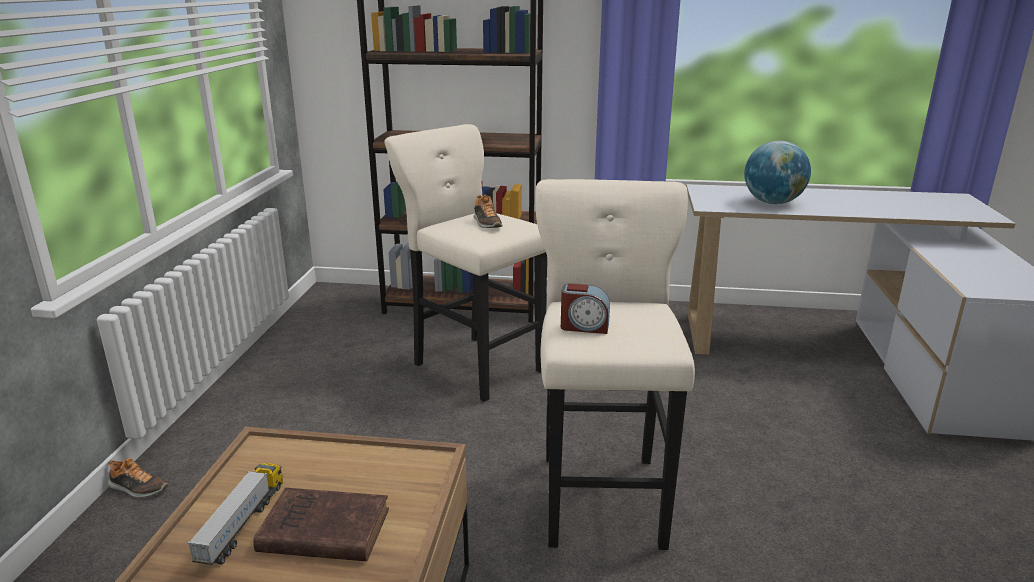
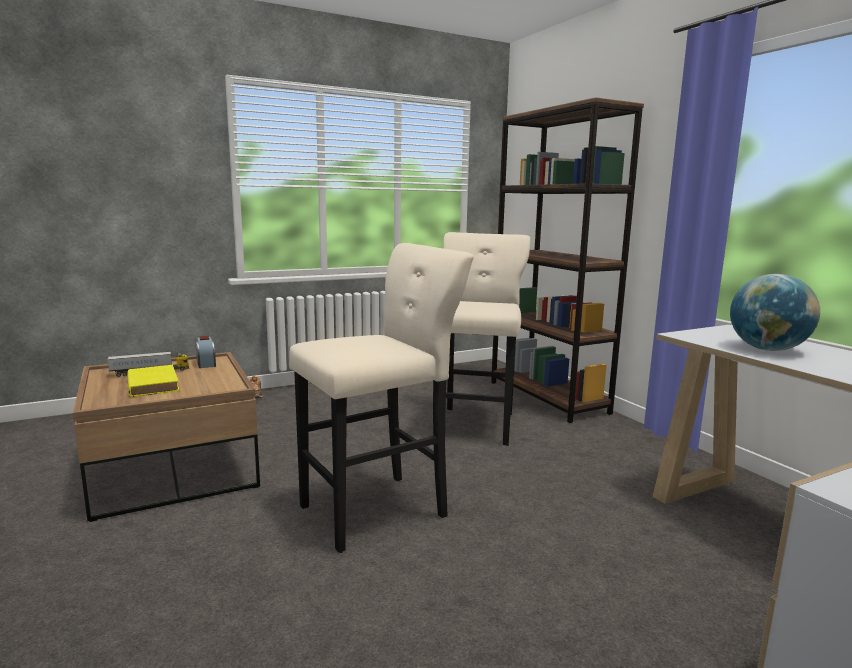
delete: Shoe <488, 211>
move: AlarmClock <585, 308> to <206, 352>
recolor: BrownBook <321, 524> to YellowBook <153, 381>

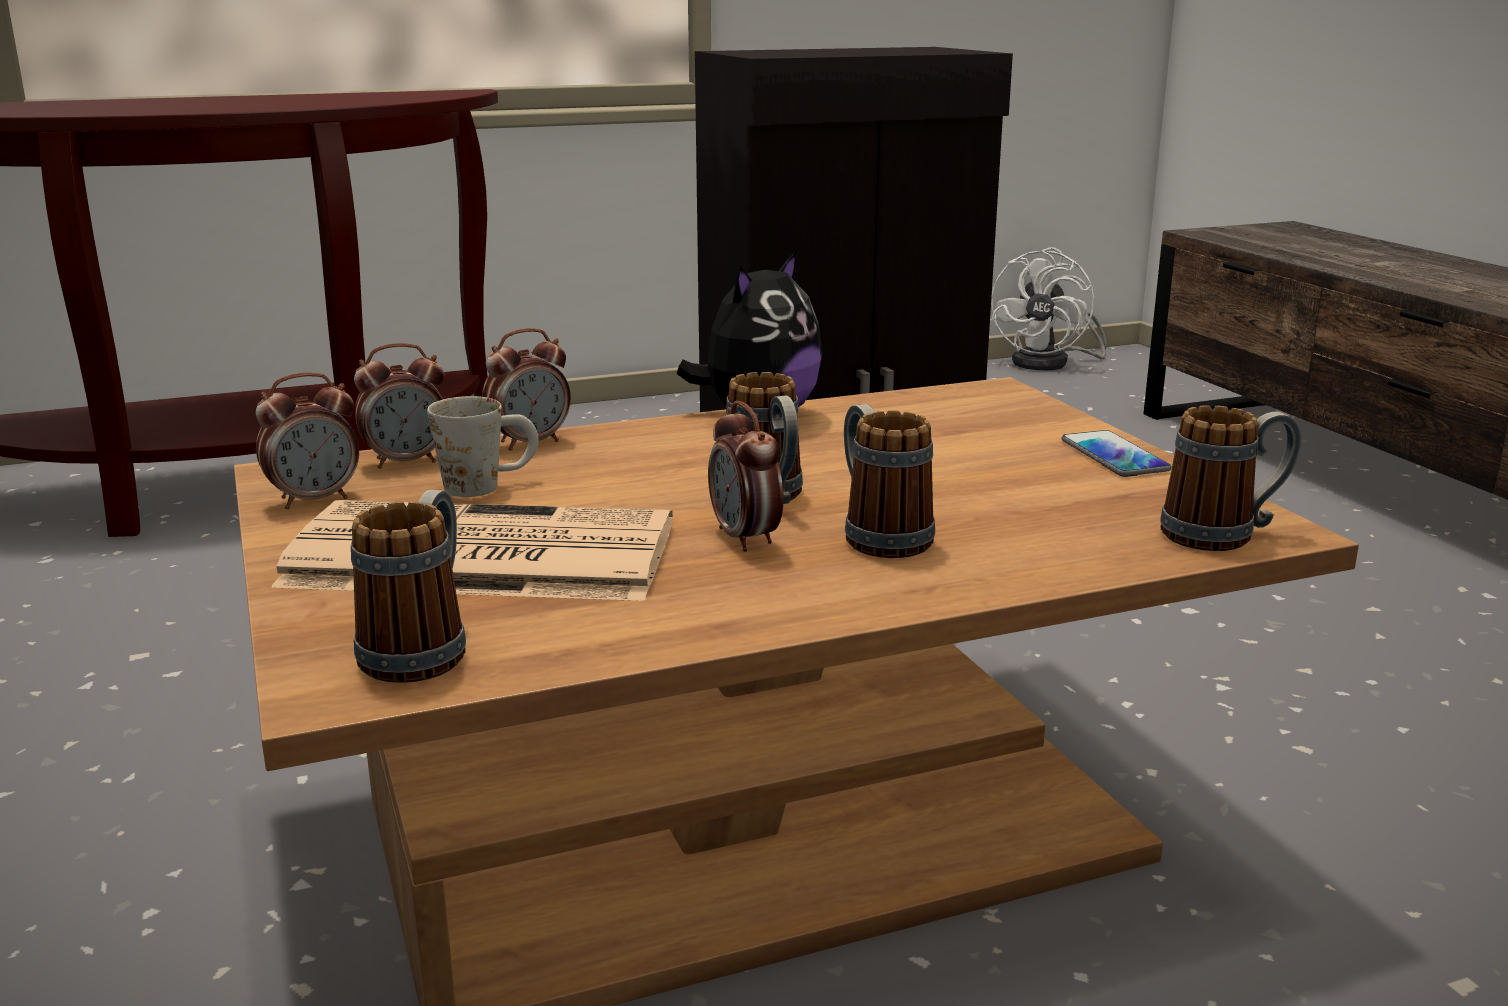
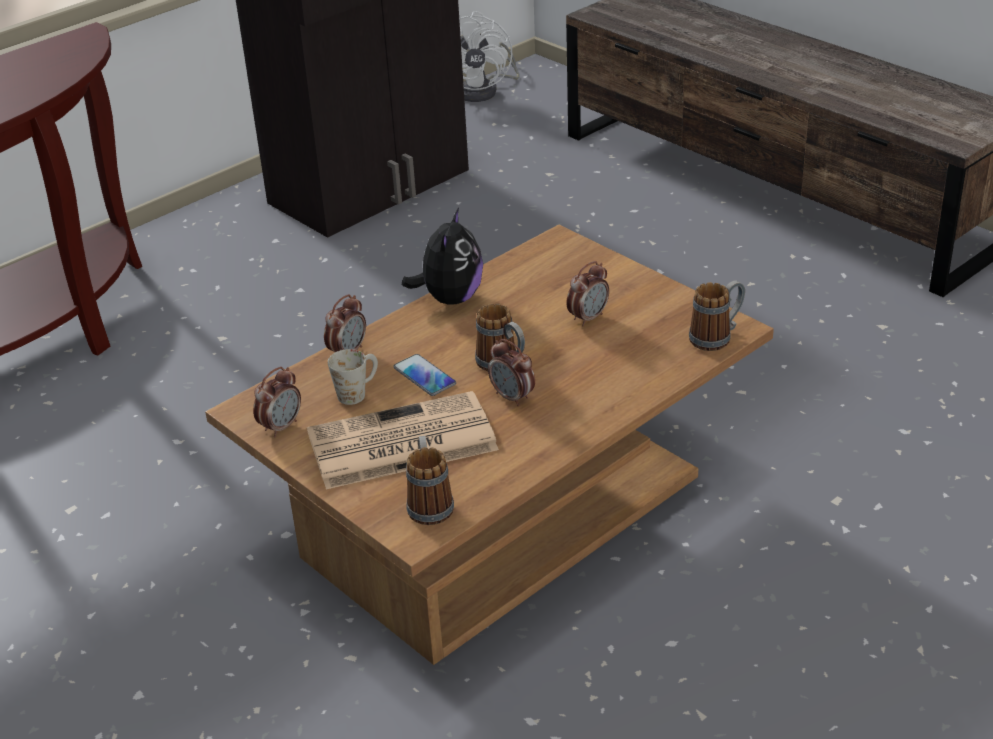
delete: Mug <889, 481>
move: AlarmClock <399, 406> to <587, 293>; Phone <1117, 453> to <424, 375>

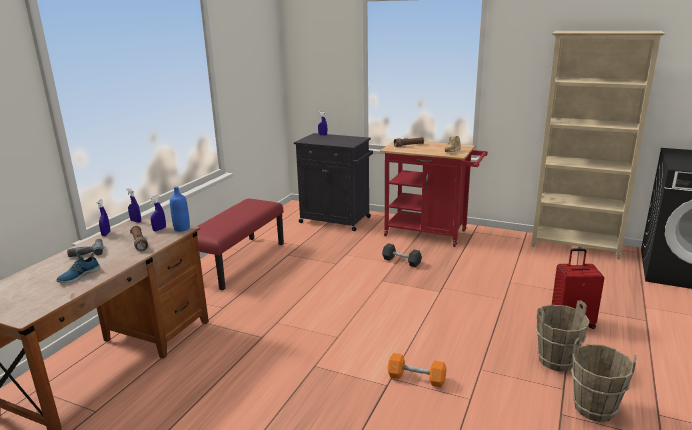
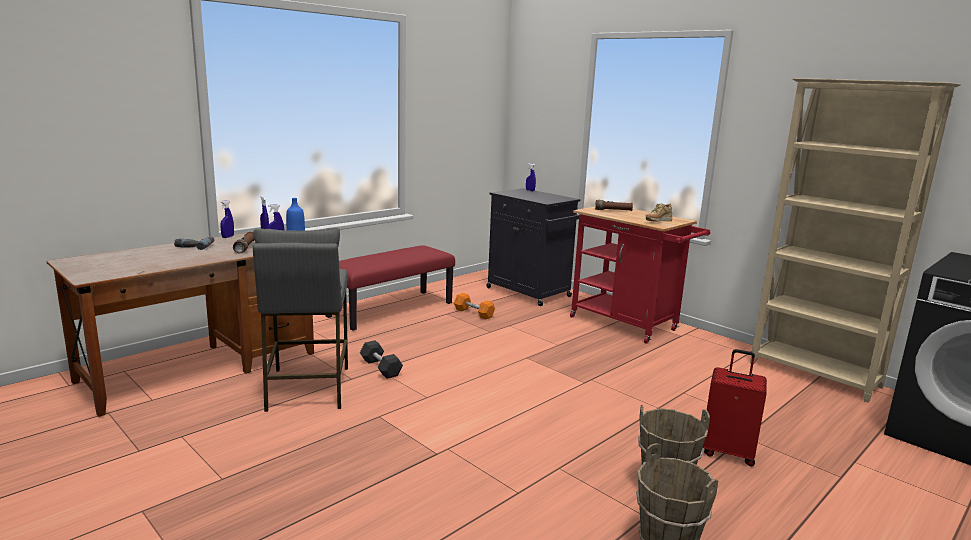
delete: Shoe <78, 268>
insert: GreyStool <300, 320>
move: BlackDumbbell <402, 255> to <381, 359>; OrangeDumbbell <416, 370> to <474, 306>

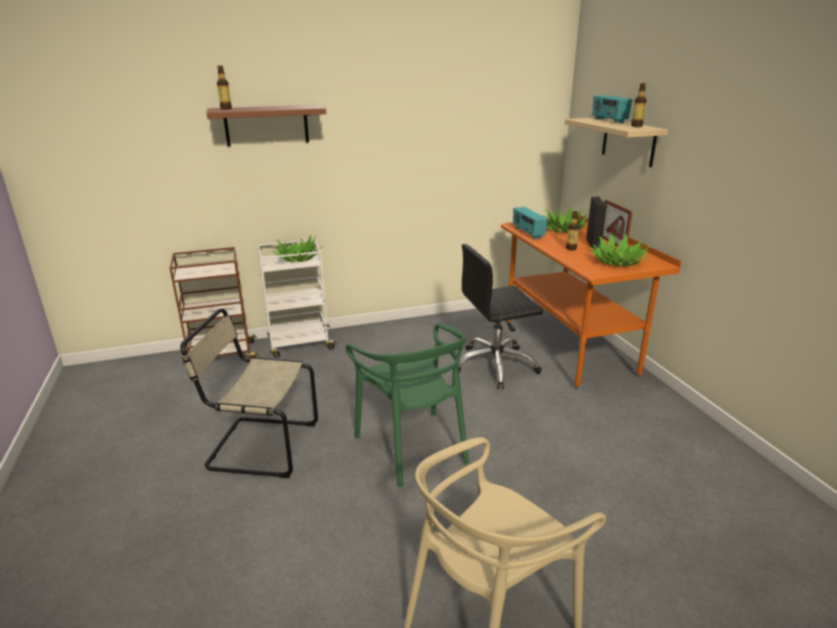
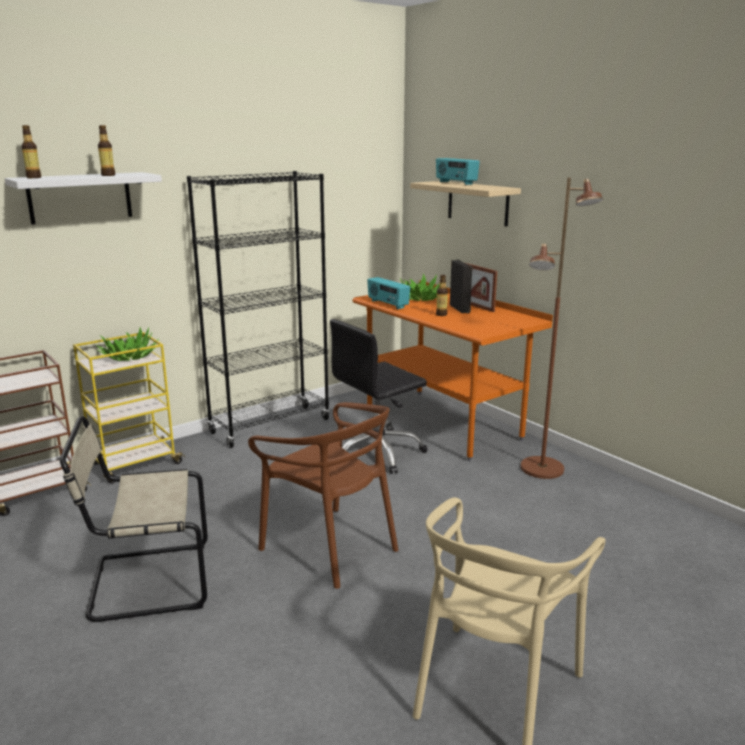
delete: PottedPlant <620, 250>
insert: BlackBookcase <258, 309>; BrownFloorLamp <562, 328>
move: Bottle <638, 105> to <106, 150>
recolor: BrownShelf <266, 126> to WhiteShelf <83, 198>; WhiteCart <297, 298> to YellowCart <129, 408>; GreenChair <407, 405> to BrownChair <323, 495>

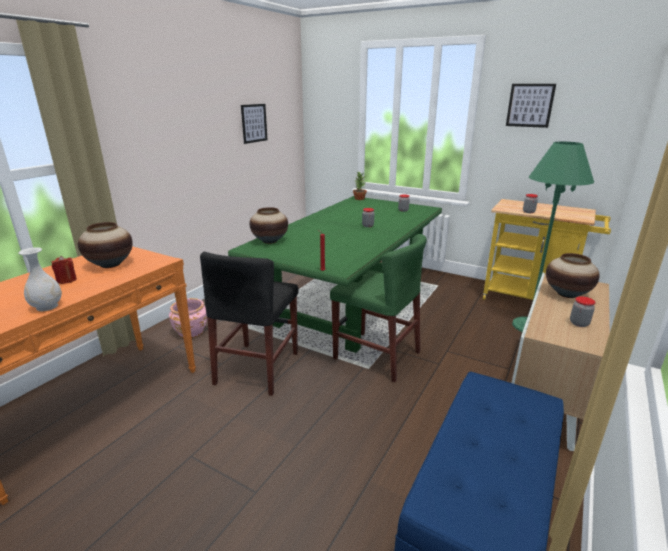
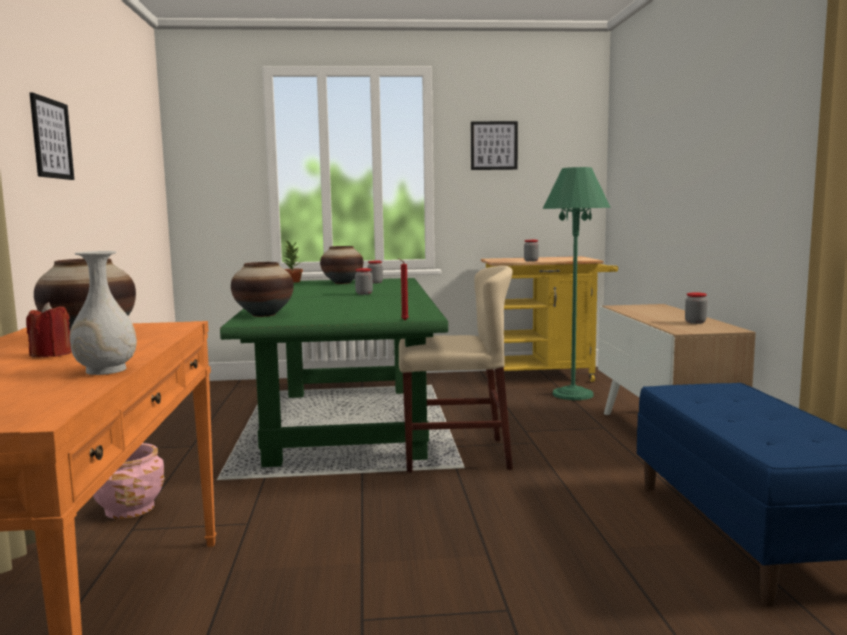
delete: BlackChair <249, 324>
move: Picture <254, 124> to <52, 136>; Vase <573, 275> to <341, 265>
recolor: GreenChair <378, 308> to BeigeChair <456, 369>

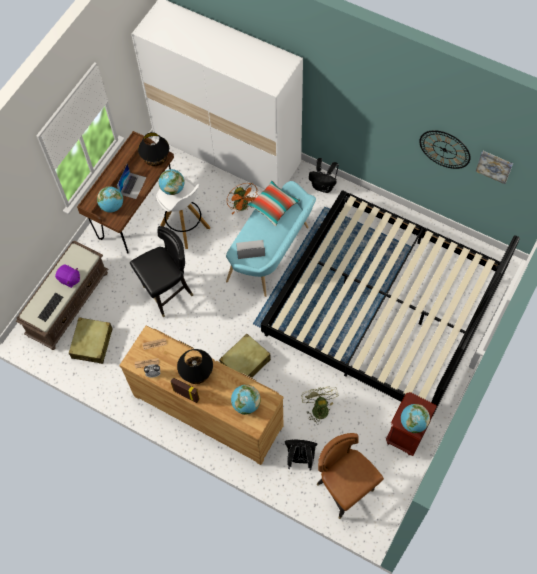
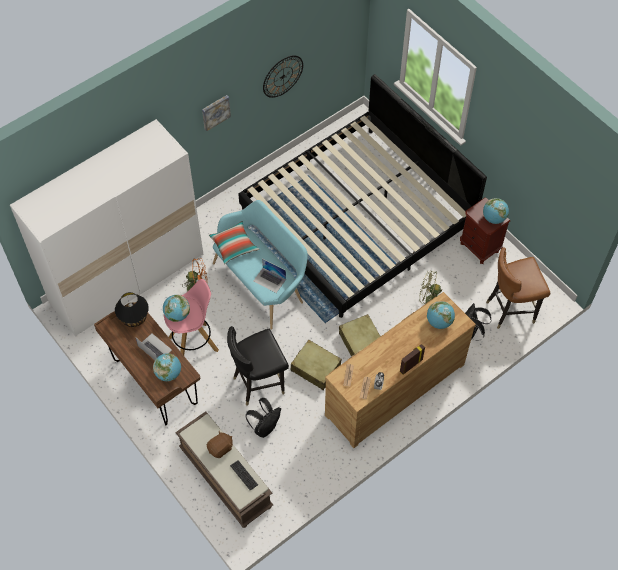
delete: BlackTableLamp <195, 366>
move: Picture <494, 167> to <216, 113>; BlackBackpack <324, 175> to <263, 418>; BeigeSuitcase <91, 341> to <316, 365>
recolor: WhiteStool <183, 213> to PinkStool <191, 317>; PurplePlushToy <67, 276> to BrownPlushToy <220, 444>
rotate: BlackChair <161, 272> = <258, 365> 105 degrees counterclockwise; Laptop <250, 249> = <270, 276> 75 degrees counterclockwise

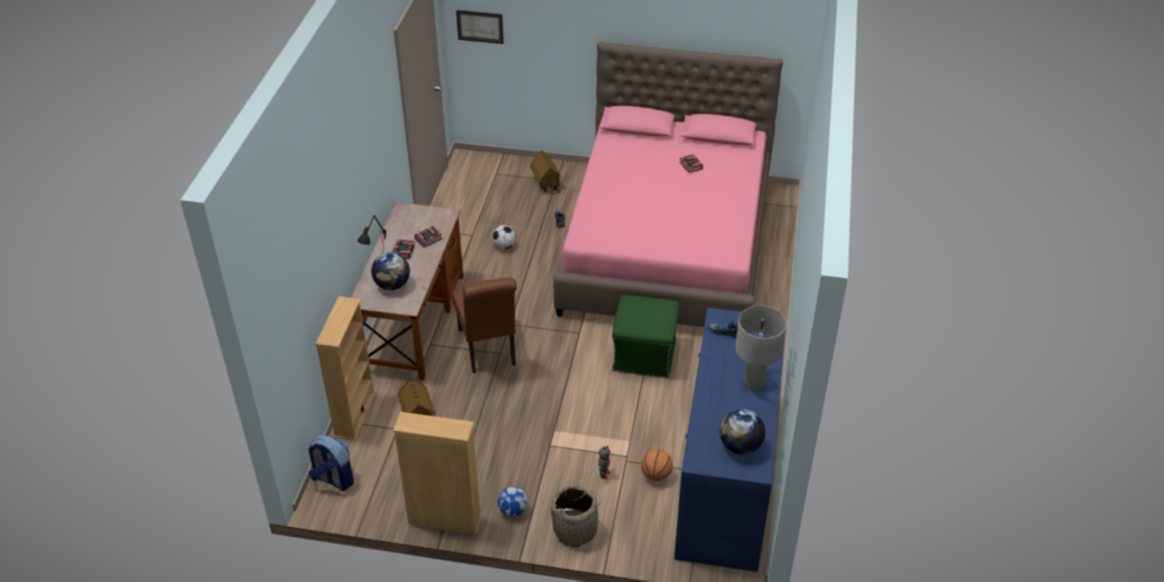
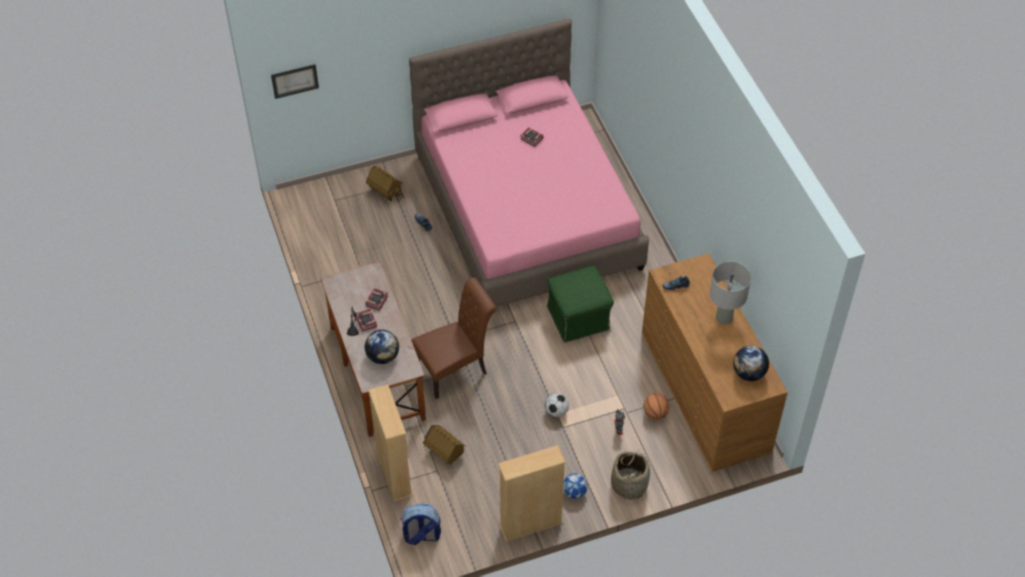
move: Football <504, 237> to <557, 405>
recolor: BlueDresser <730, 440> to BrownDresser <715, 362>
rotate: BrownChair <484, 325> = <454, 338> 75 degrees counterclockwise

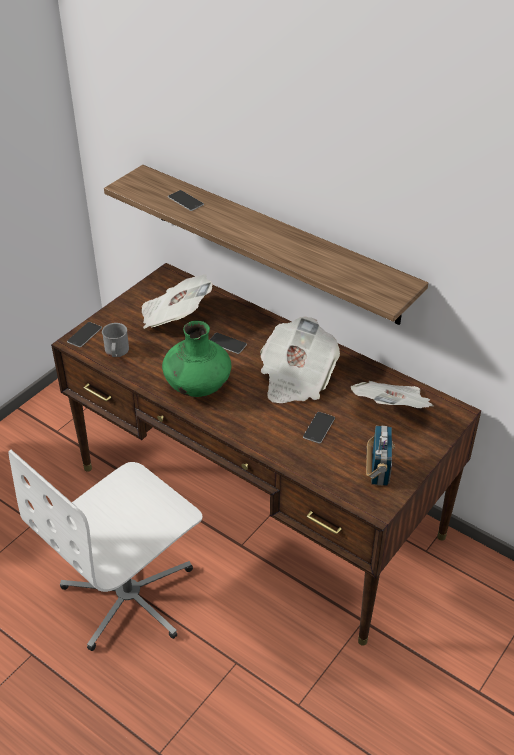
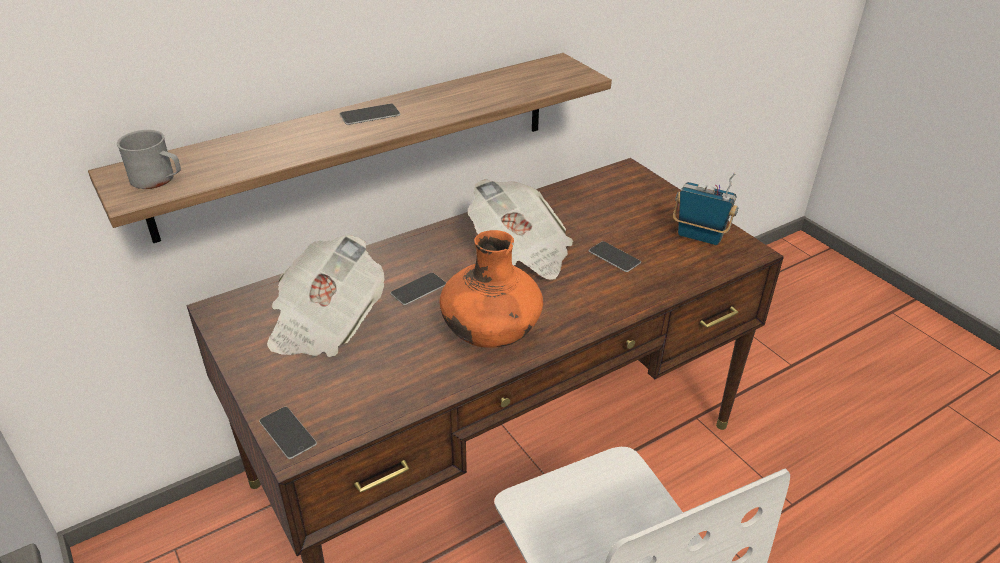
delete: Newspaper <391, 394>
move: Phone <186, 200> to <370, 114>; GreyMug <115, 340> to <149, 159>
recolor: GreenVase <196, 359> to OrangeVase <491, 289>

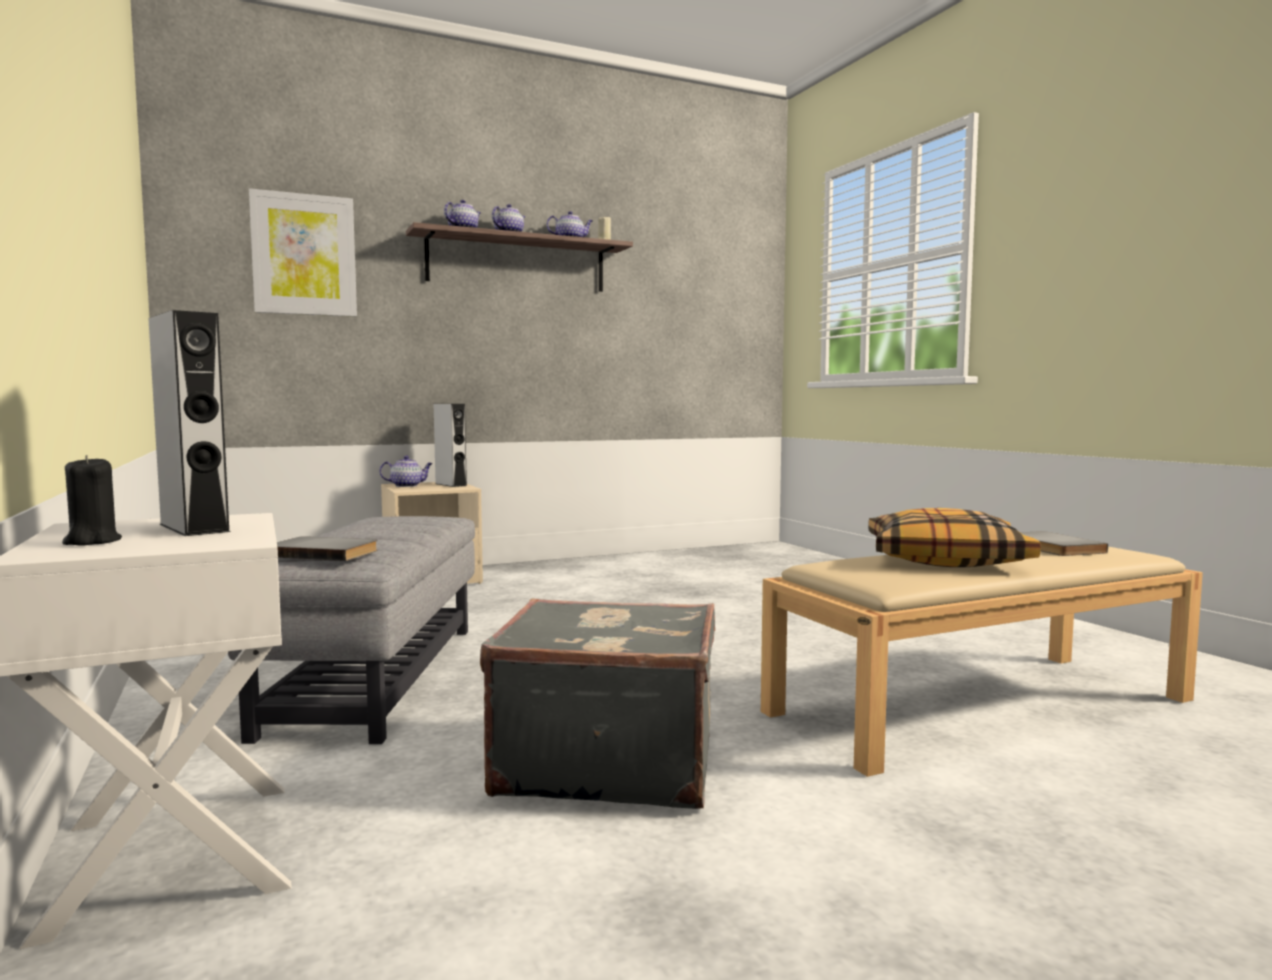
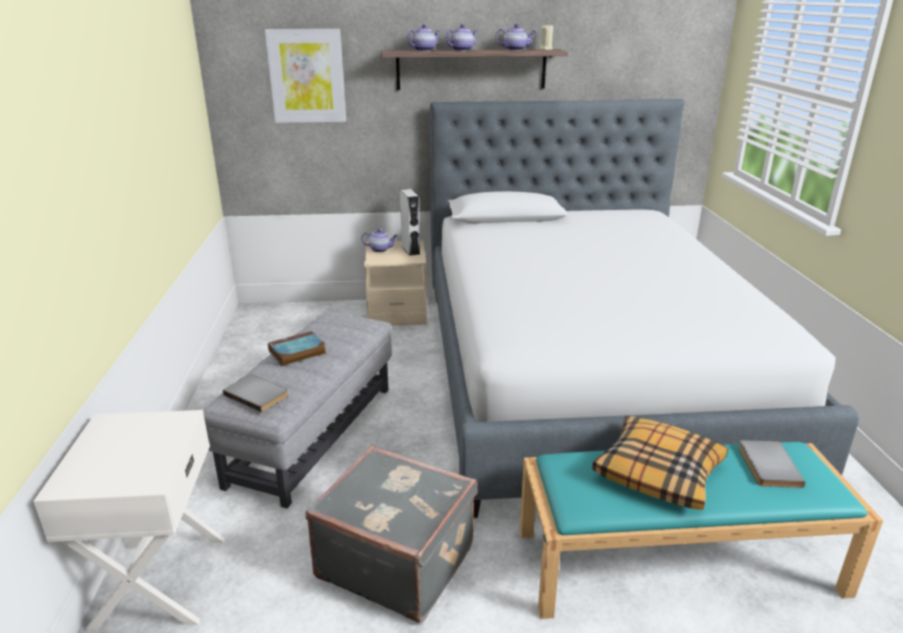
delete: GreySpeaker <189, 423>; BlackCandle <92, 500>
insert: Bed <644, 308>; Book <297, 348>
recolor: BeigeBench <982, 662> to TurquoiseBench <701, 530>

